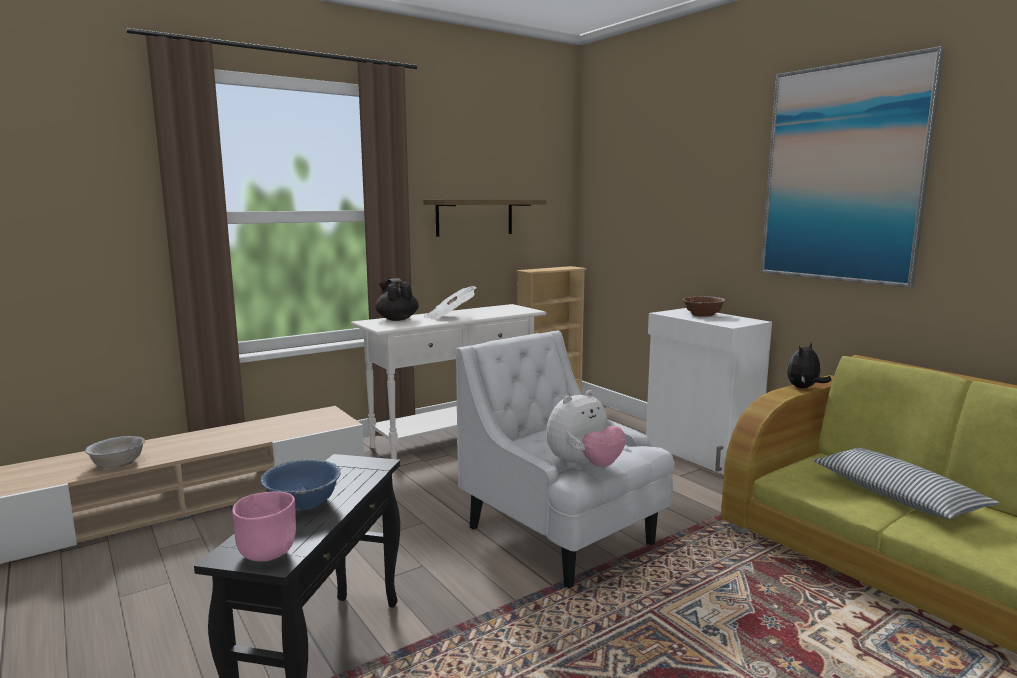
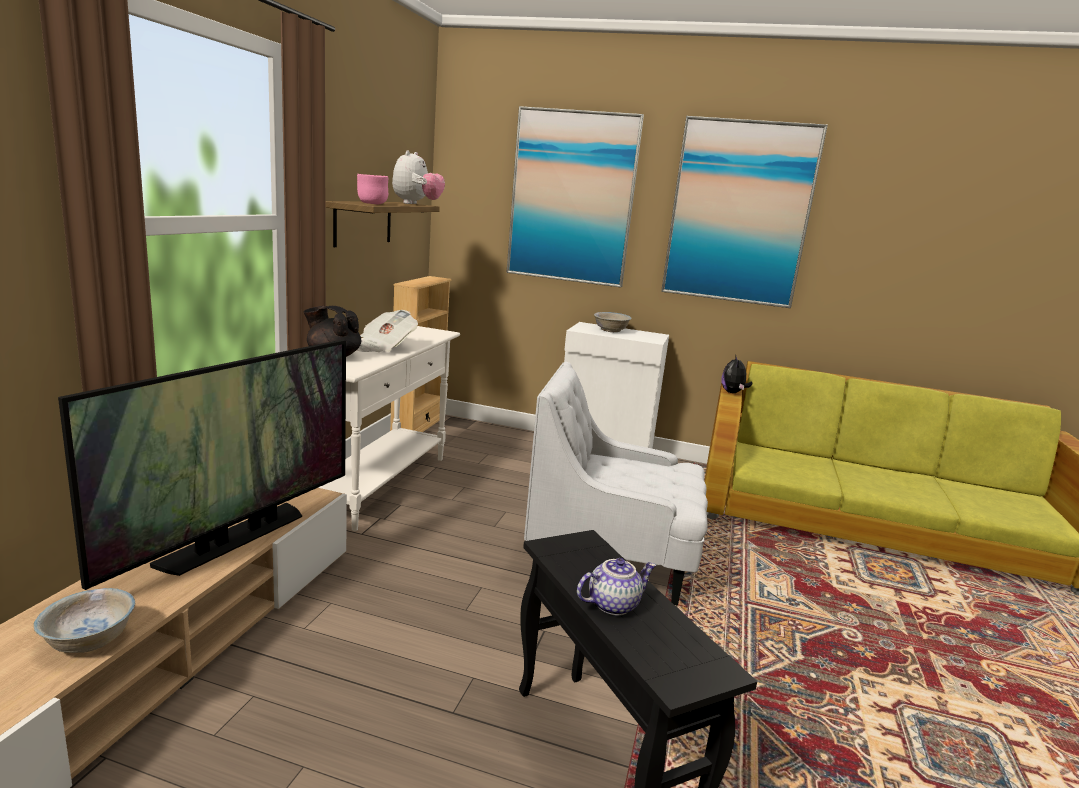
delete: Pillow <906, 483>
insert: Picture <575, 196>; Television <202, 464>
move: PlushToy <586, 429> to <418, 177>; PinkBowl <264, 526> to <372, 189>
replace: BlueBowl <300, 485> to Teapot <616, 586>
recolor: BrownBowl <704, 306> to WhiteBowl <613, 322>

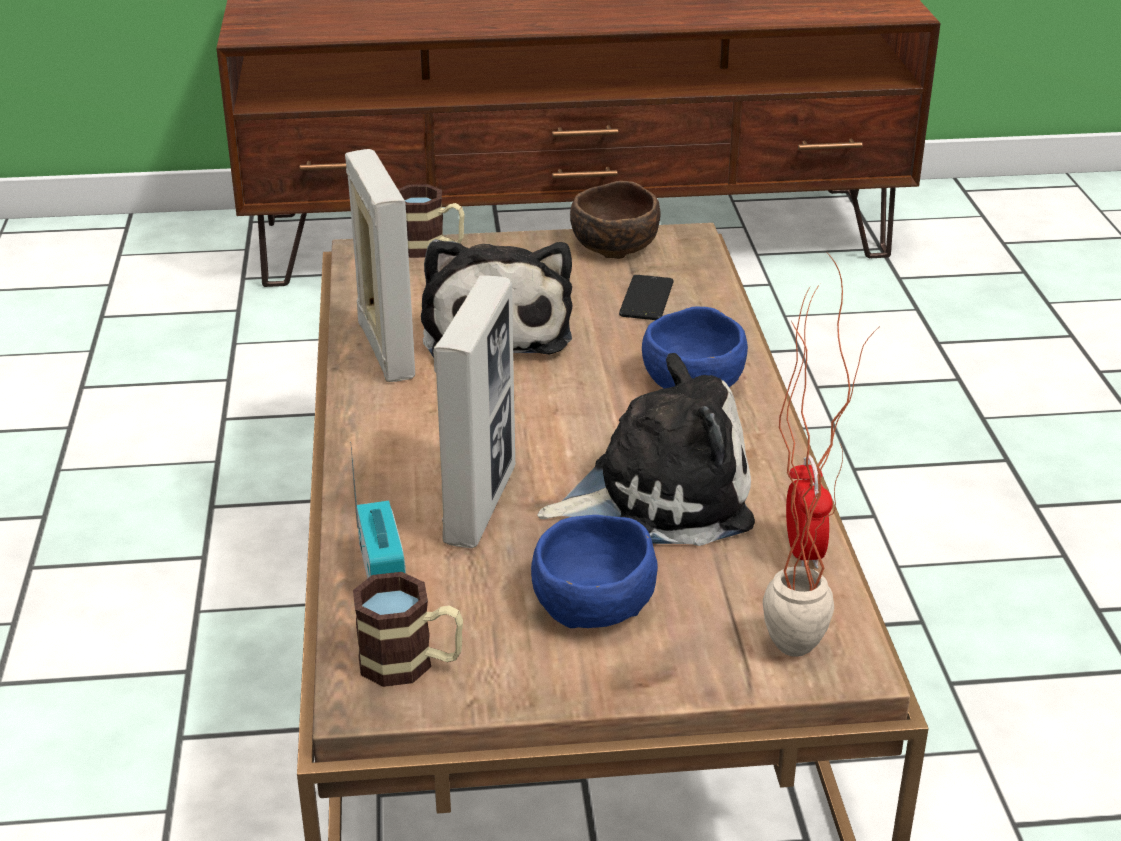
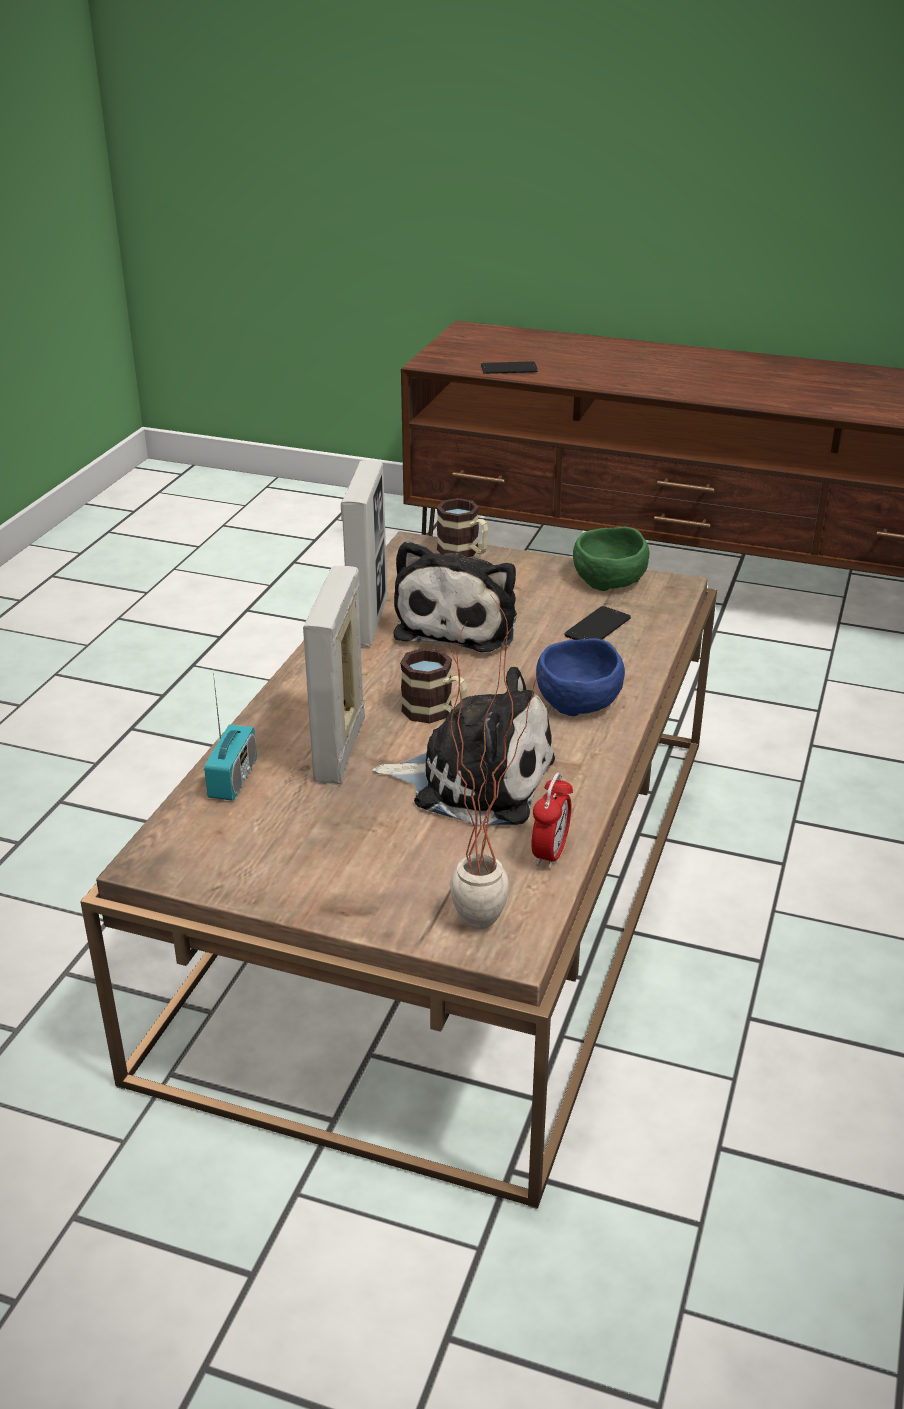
delete: BlueBowl <594, 571>
insert: Phone <509, 367>
move: Mug <408, 629> to <433, 685>
recolor: BrownBowl <615, 220> to GreenBowl <611, 559>
rotate: PictureFrame <474, 411> = <334, 675> 150 degrees clockwise

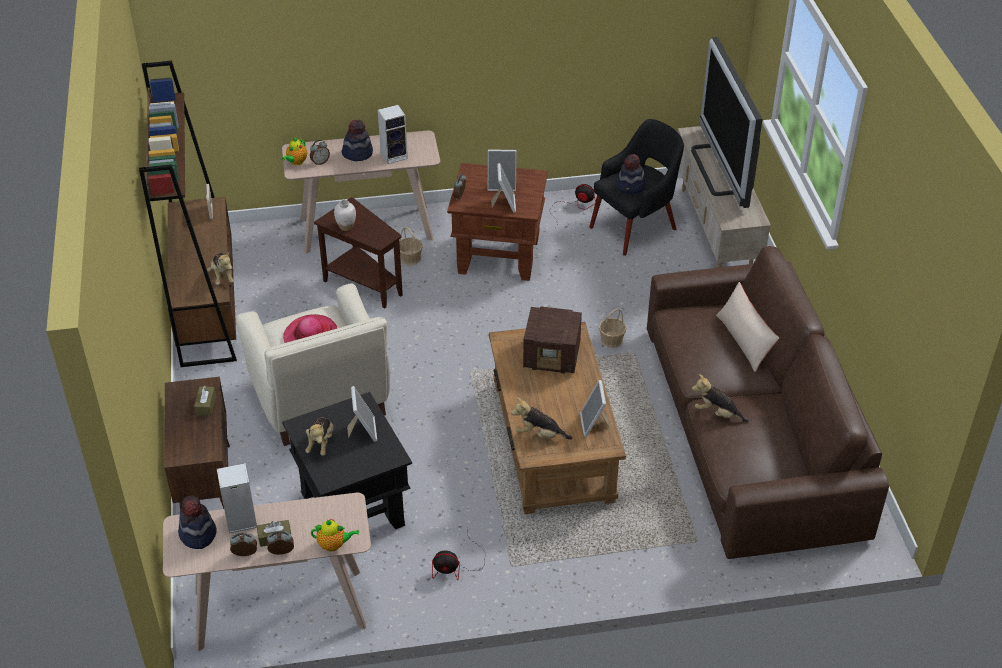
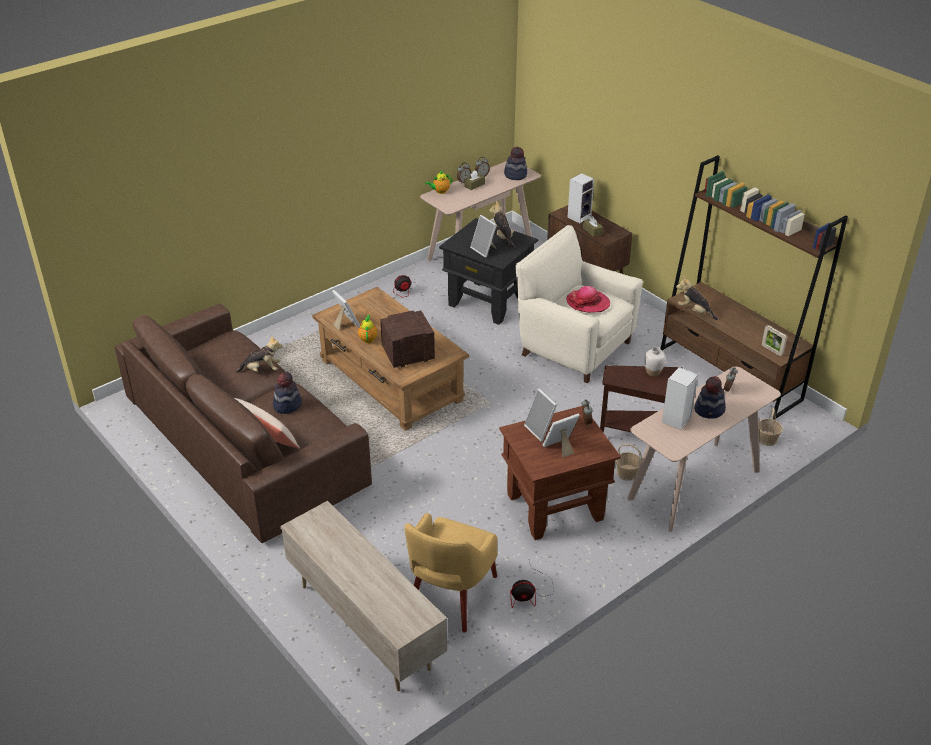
delete: Television <727, 122>; PlushToy <542, 418>
move: Teapot <294, 151> to <368, 329>; Hat <631, 174> to <287, 393>; Basket <613, 328> to <770, 427>; Speaker <237, 498> to <580, 198>
recolor: BlackArmchair <636, 187> to YellowArmchair <450, 573>

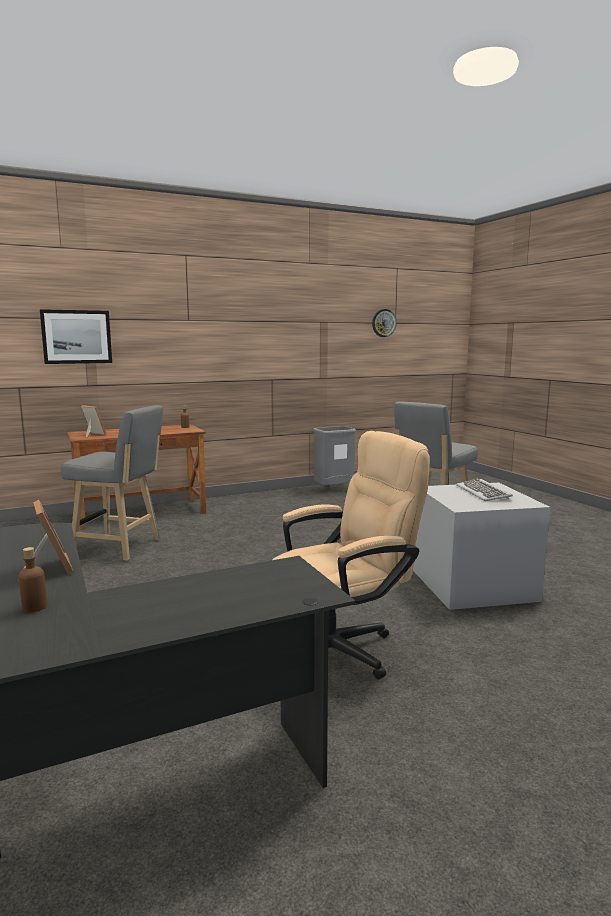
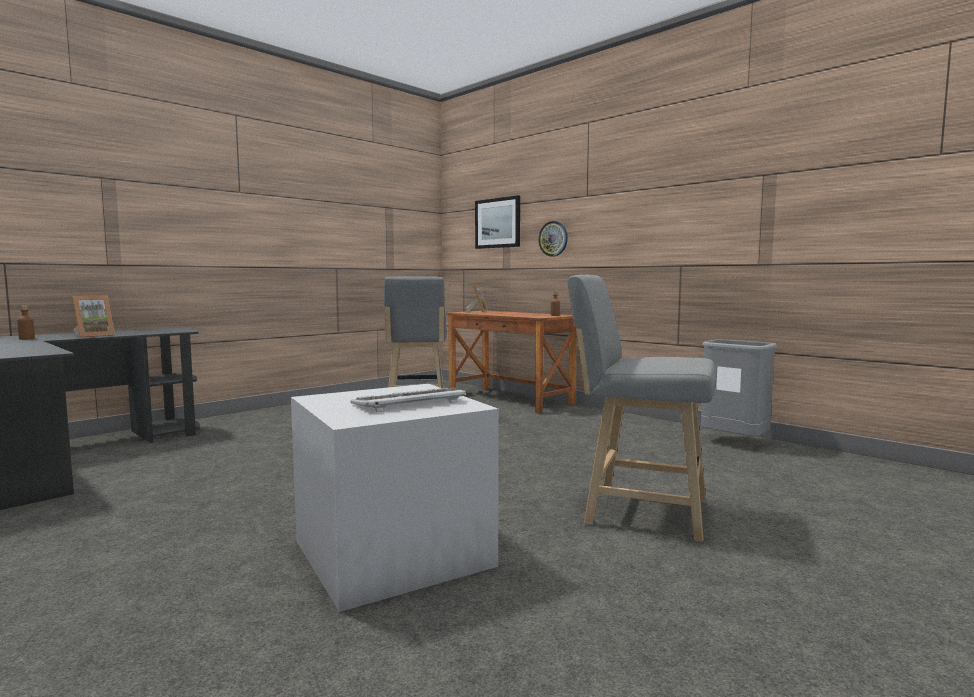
delete: BeigeOfficeChair <351, 555>
move: WallClock <384, 323> to <553, 238>

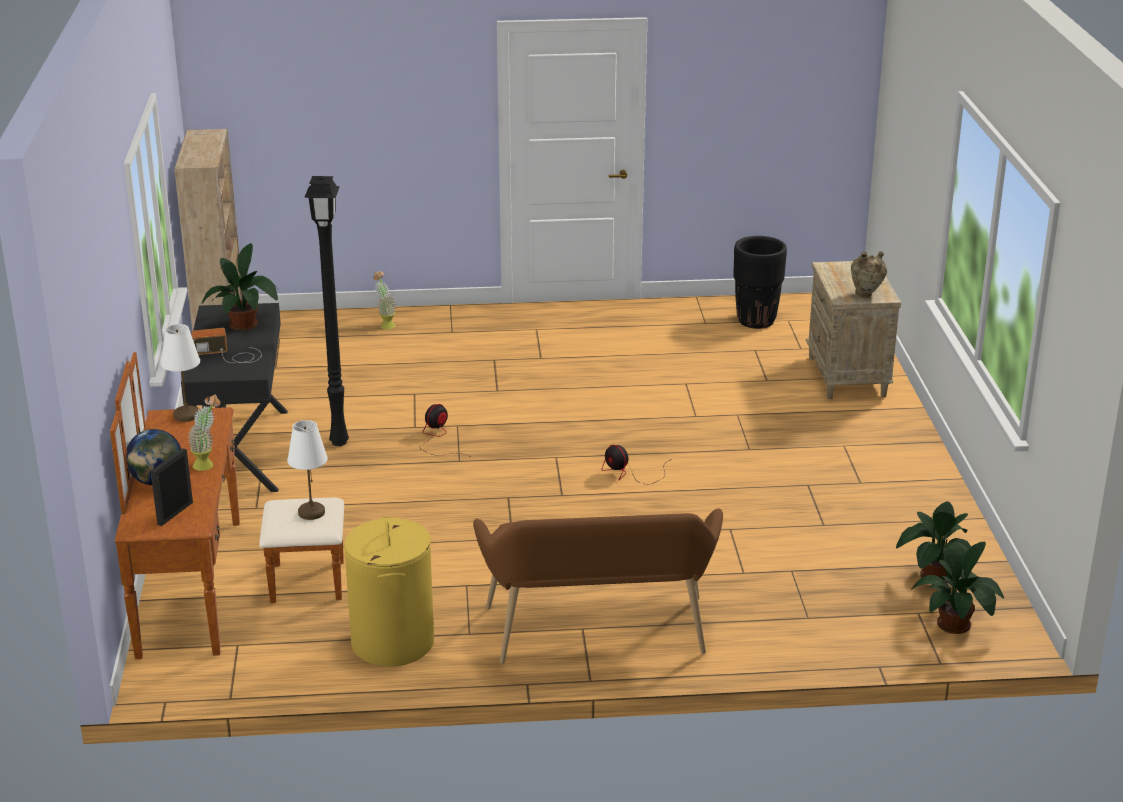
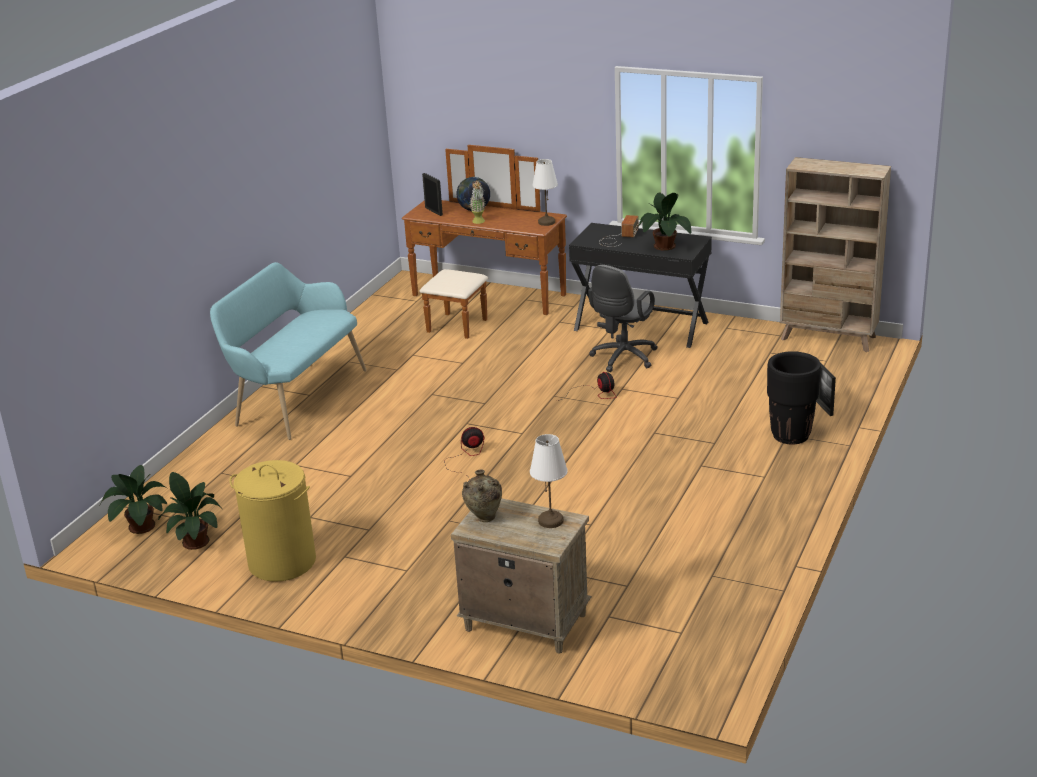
move: BlackPlanter <760, 282> to <794, 398>; WhiteTableLamp <307, 470> to <549, 481>; YellowLaundryBasket <389, 592> to <272, 521>
replace: BlackFloorLamp <326, 311> to GreyOfficeChair <623, 318>; PottedPlant <385, 300> to PictureFrame <826, 390>
recolor: BrownBench <598, 586> to TurquoiseBench <288, 351>

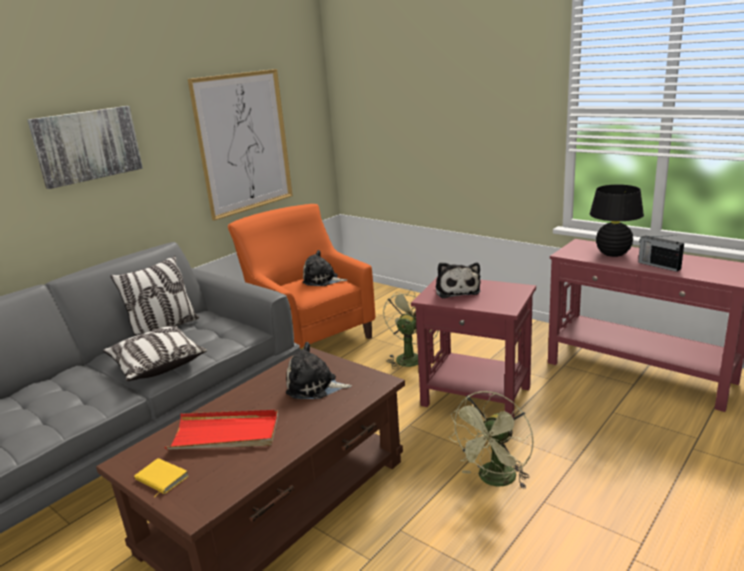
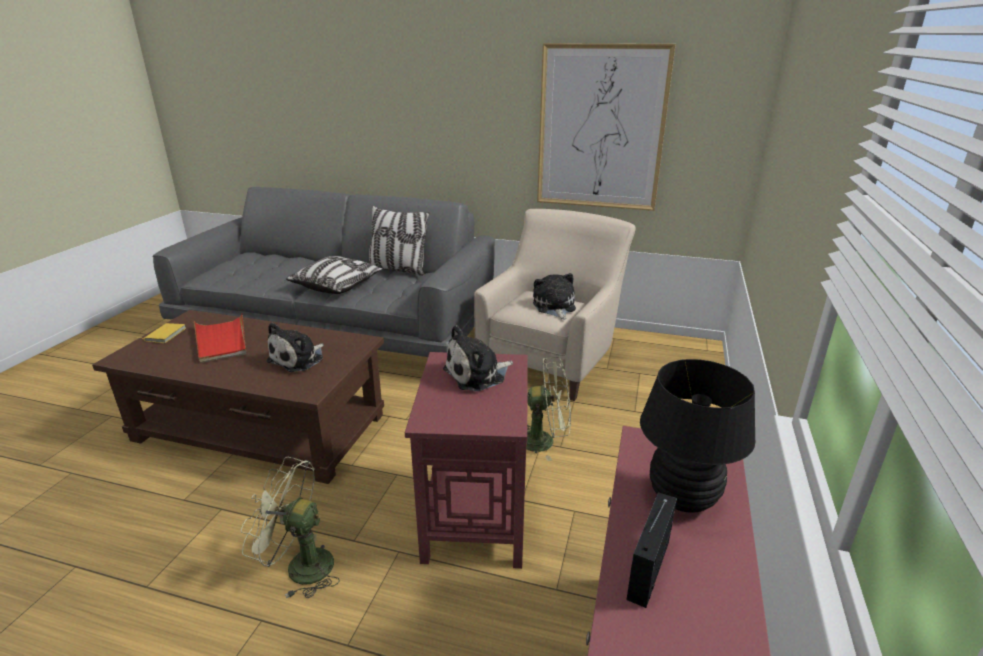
delete: Picture <85, 147>
recolor: OrangeArmchair <301, 276> to BeigeArmchair <554, 305>
rotate: PlushToy <319, 370> = <295, 347> 135 degrees counterclockwise

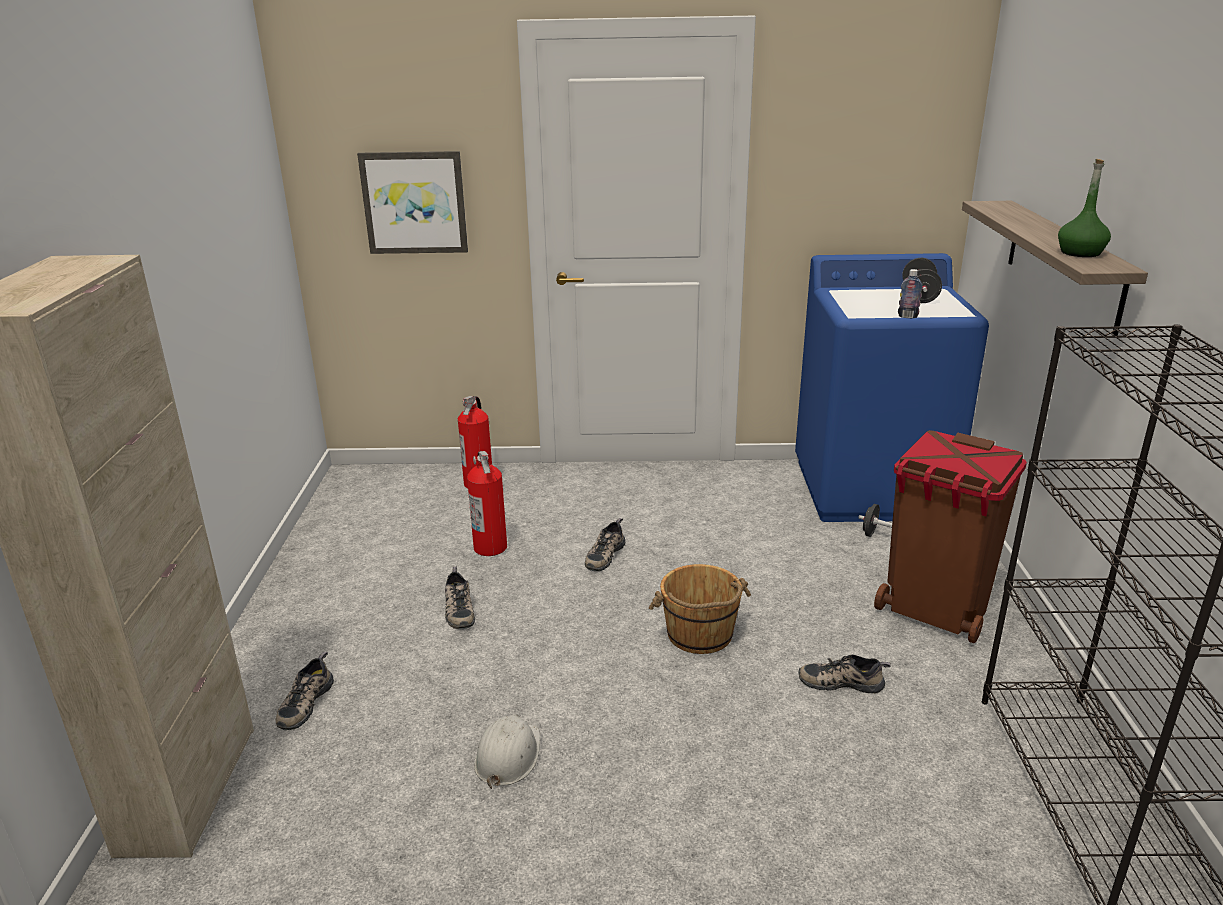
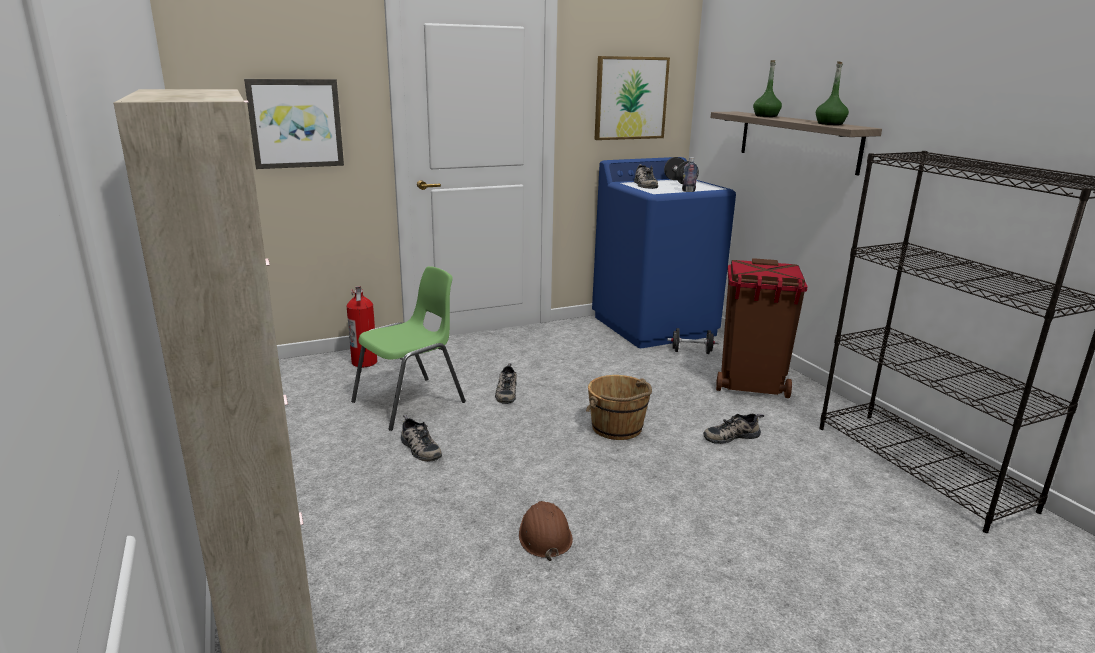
insert: Picture <632, 98>; GreenBottle <767, 88>
move: Shoe <305, 691> to <646, 176>
replace: FireExtinguisher <487, 503> to GreenChair <408, 348>
recolor: WhiteHardHat <507, 751> to BrownHardHat <546, 531>

